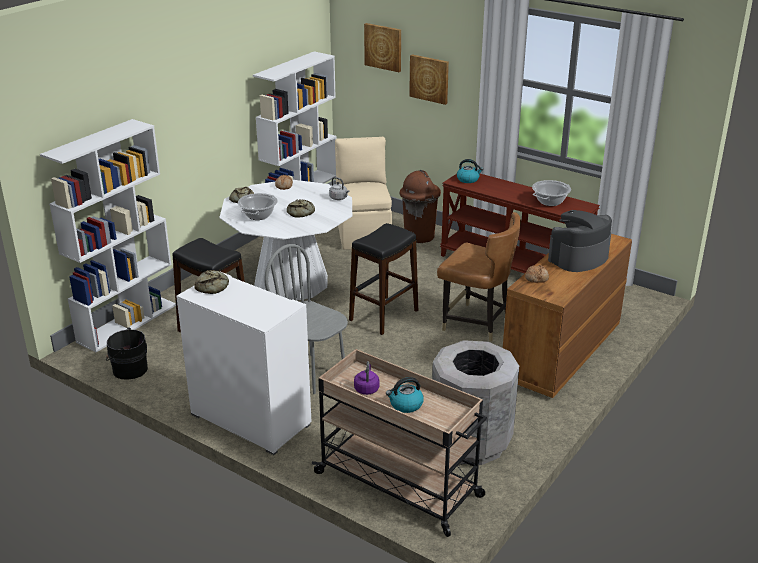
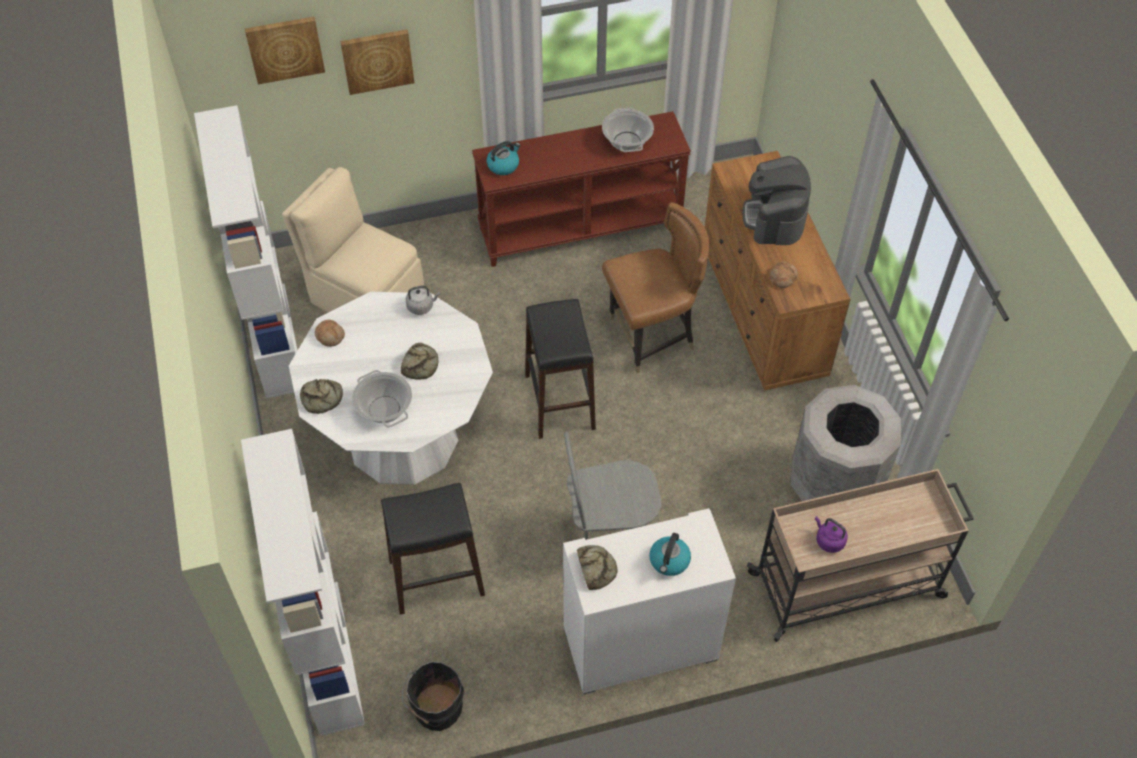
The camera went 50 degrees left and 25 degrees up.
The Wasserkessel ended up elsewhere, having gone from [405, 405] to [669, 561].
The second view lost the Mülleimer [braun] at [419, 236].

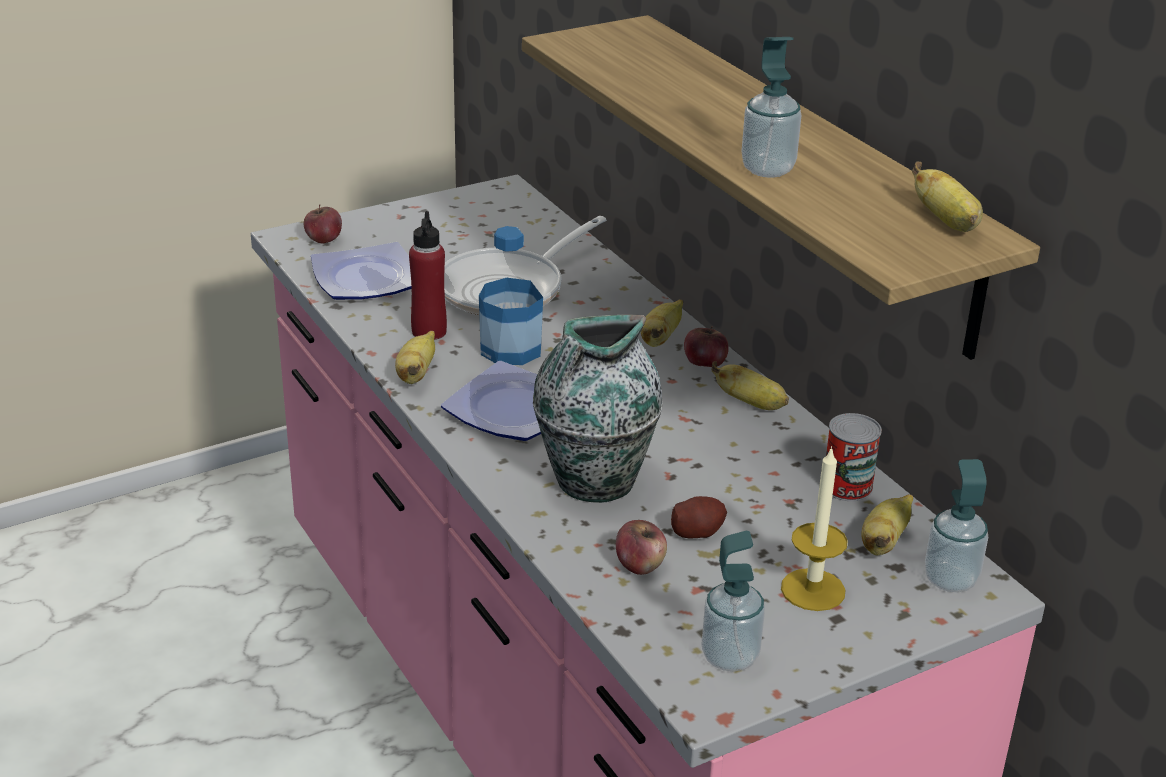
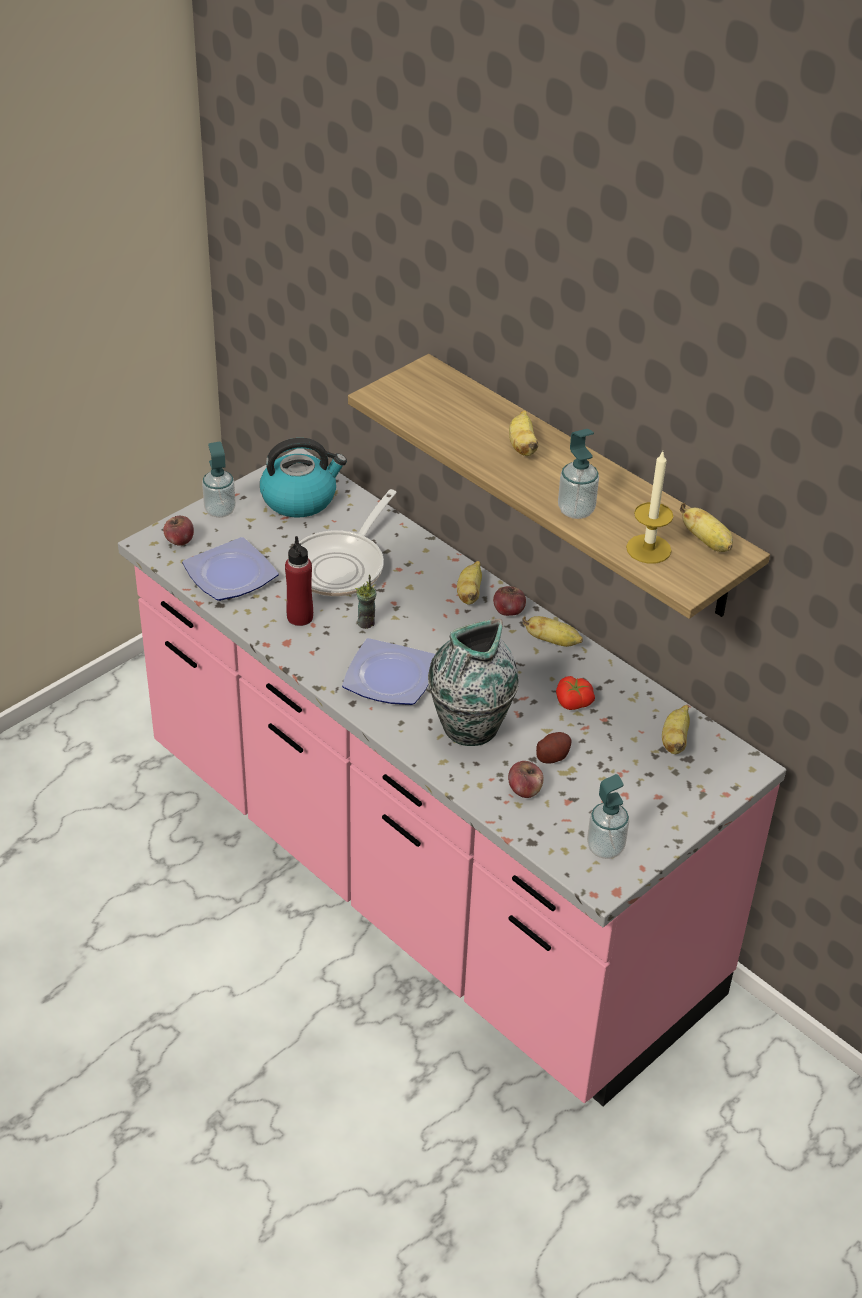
The camera went 15 degrees left and 10 degrees up.
The Banane ended up elsewhere, having gone from [416, 374] to [522, 446].
Where the Flasche stood at [511, 349], the Tasse came to stand at [366, 622].
The Kerze ended up elsewhere, having gone from [813, 590] to [648, 549].
The second view lost the Dose at [847, 486].
The Seifenspender ended up elsewhere, having gone from [950, 579] to [220, 510].
The second view gained the Wasserkessel at [300, 499].
The second view gained the Tomate at [573, 703].

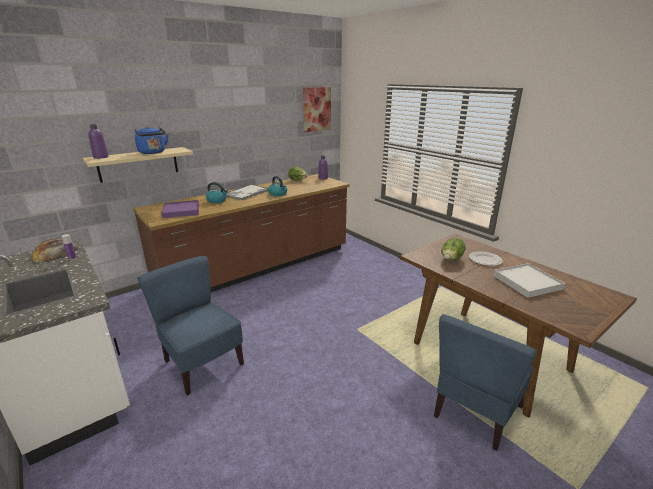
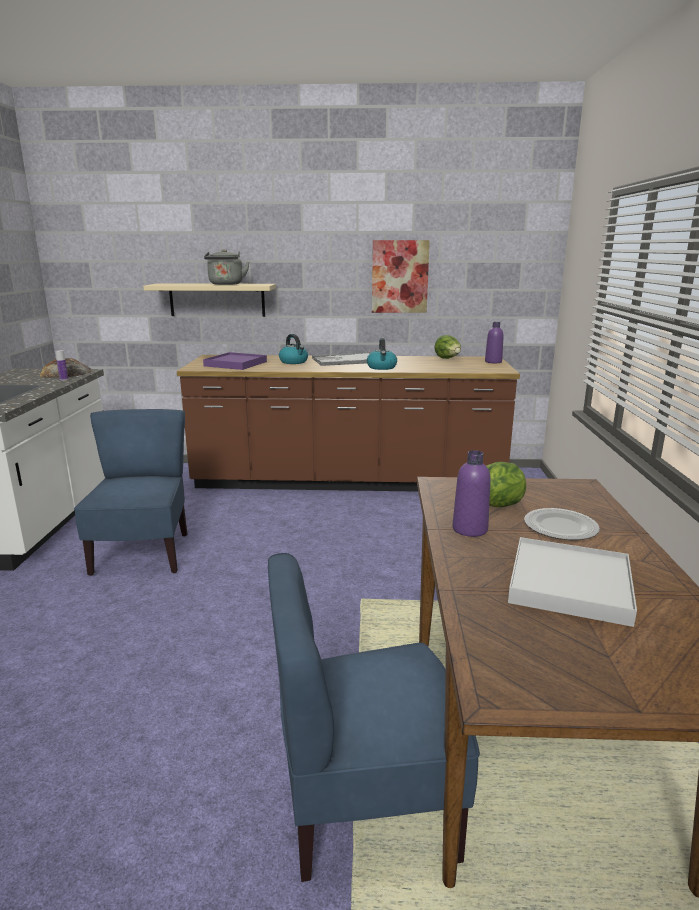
The camera went 40 degrees right and 5 degrees down.
The Flasche [lila] ended up elsewhere, having gone from [101, 157] to [470, 529].
What was the Wasserkessel [blau] at [153, 152] turned into the Wasserkessel [grau] at [226, 284].
The Bild ended up elsewhere, having gone from [316, 109] to [399, 276].

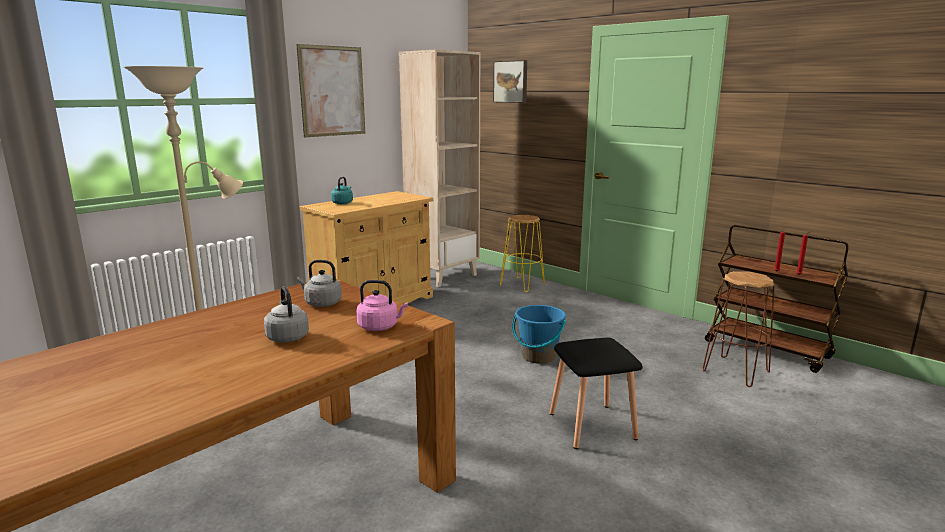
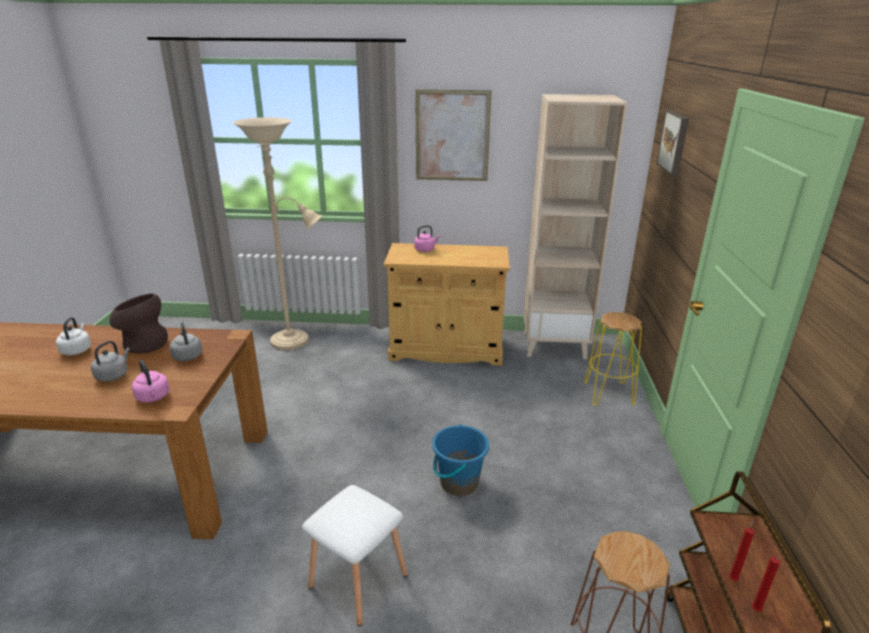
The camera went 50 degrees right and 10 degrees up.
What was the Wasserkessel [türkis] at [343, 203] turned into the Wasserkessel [rosa] at [425, 250].
What was the Hocker [schwarz] at [593, 426] turned into the Hocker [weiß] at [357, 582].
The second view gained the Wasserkessel [weiß] at [77, 350].
The second view gained the Vase [braun] at [143, 343].

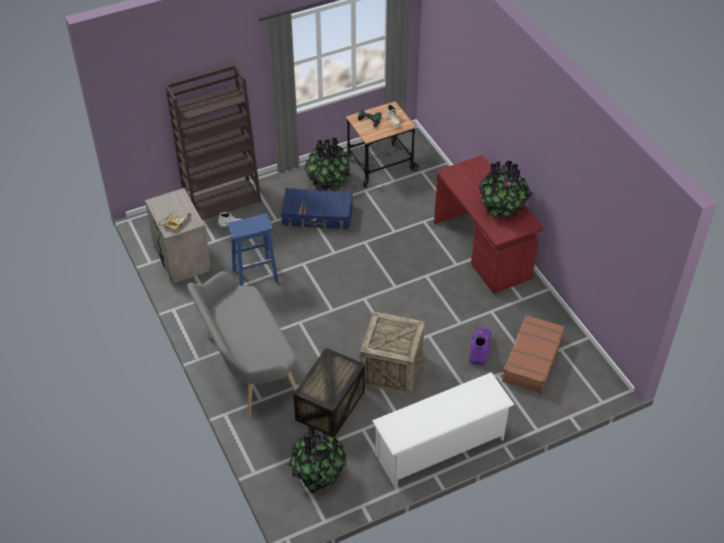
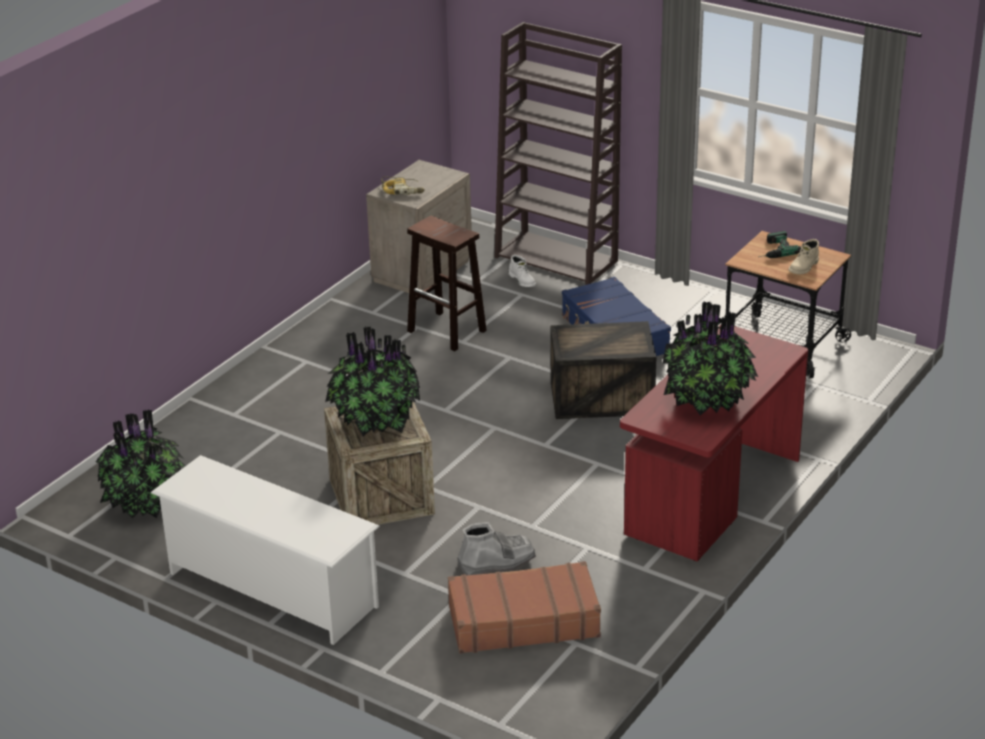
The camera went 60 degrees right and 15 degrees down.
The second view lost the Bank [grau] at [246, 368].
What was the Hocker [blau] at [256, 275] turned into the Hocker [braun] at [448, 331].
The Kiste ended up elsewhere, having gone from [330, 406] to [600, 398].
The Topfpflanze ended up elsewhere, having gone from [327, 181] to [375, 422].
What was the Stiefel [lila] at [480, 349] turned into the Stiefel [grau] at [496, 562].

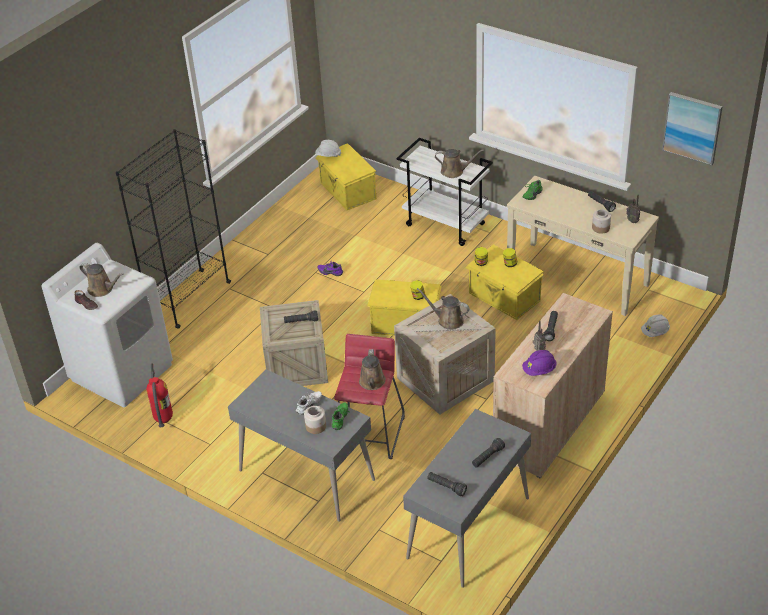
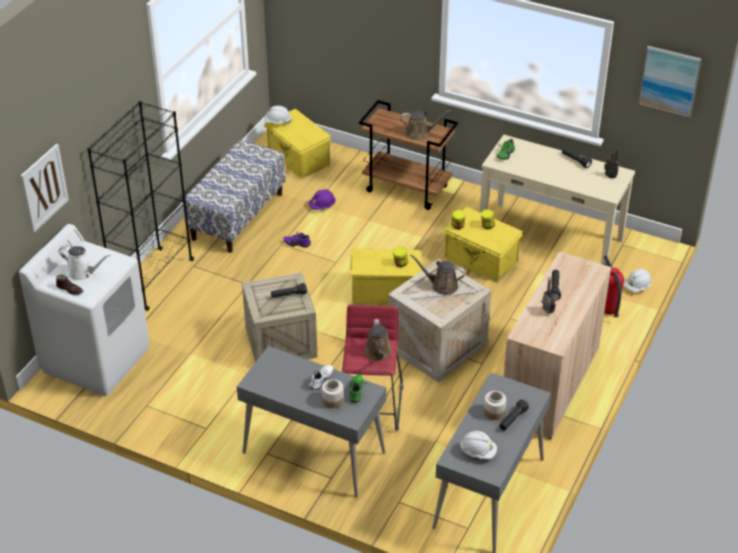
The camera went 10 degrees left and 0 degrees up.
What was the Gießkanne [braun] at [102, 289] turned into the Gießkanne [weiß] at [83, 272].
The Feuerlöscher ended up elsewhere, having gone from [163, 420] to [608, 312].
What was the Rollwagen [weiß] at [446, 225] turned into the Rollwagen [braun] at [407, 189].
Where the Taschenlampe [schwarz] stood at [446, 487], the Schutzhelm [weiß] came to stand at [478, 452].
The Schutzhelm [lila] ended up elsewhere, having gone from [539, 370] to [322, 206].
The Vorratsglas ended up elsewhere, having gone from [601, 228] to [494, 412].
The second view gained the Bild at [44, 187].
The second view gained the Bank at [237, 216].

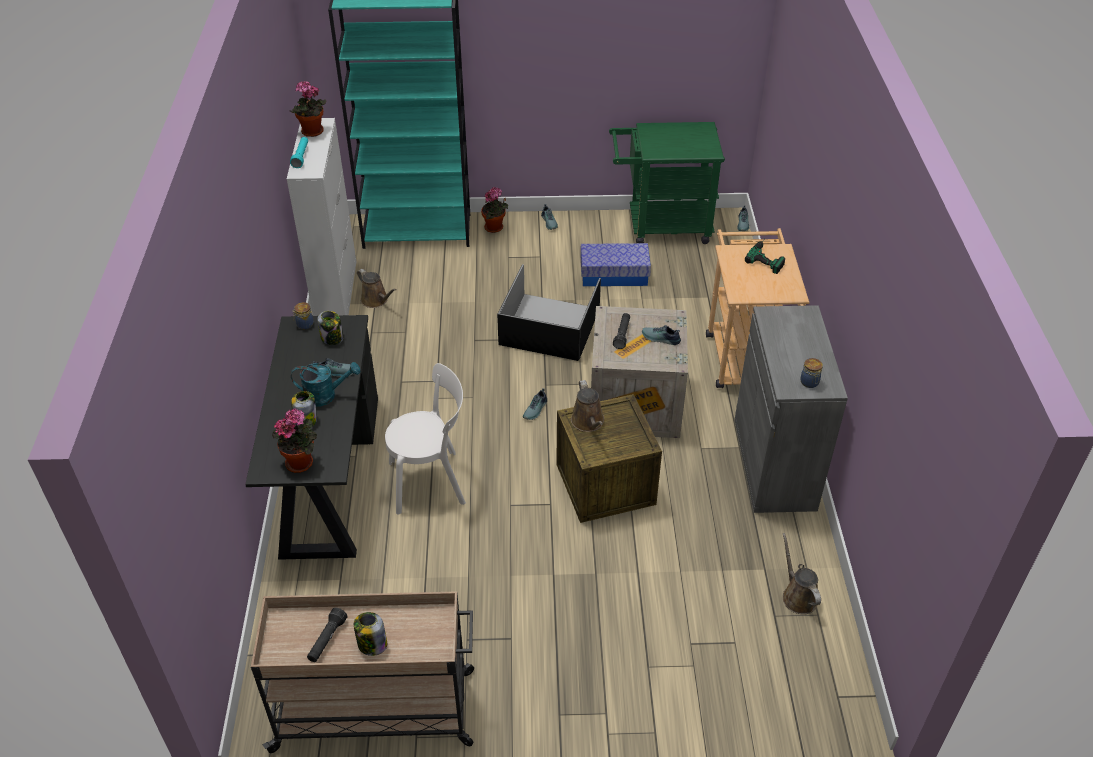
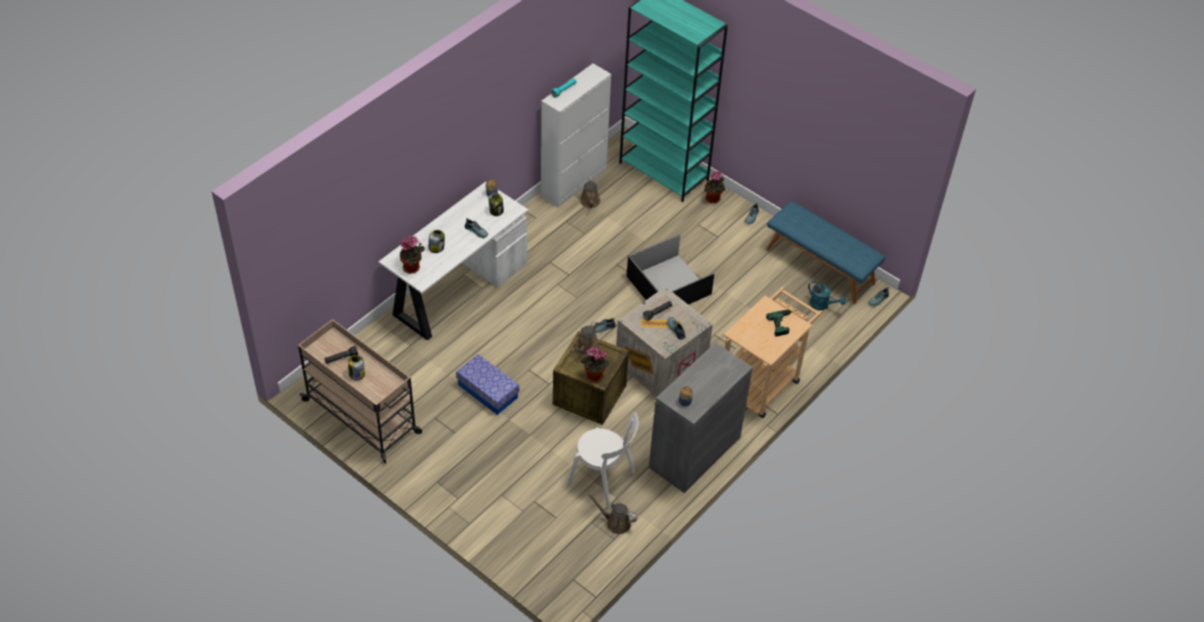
The camera went 40 degrees right and 5 degrees up.
What was the Schreibtisch [schwarz] at [328, 477] turned into the Schreibtisch [weiß] at [457, 289].
The Topfpflanze ended up elsewhere, having gone from [312, 133] to [593, 377].
The Gießkanne [türkis] ended up elsewhere, having gone from [326, 395] to [822, 305].
The Stuhl [weiß] ended up elsewhere, having gone from [431, 481] to [604, 480].
The Aufbewahrungsbox ended up elsewhere, having gone from [614, 275] to [488, 391].
Where the Rollwagen [grün] stood at [661, 226], the Bank [blau] came to stand at [820, 266].
The Gießkanne [braun] at [797, 596] ended up facing another way, 90 degrees counterclockwise from before.

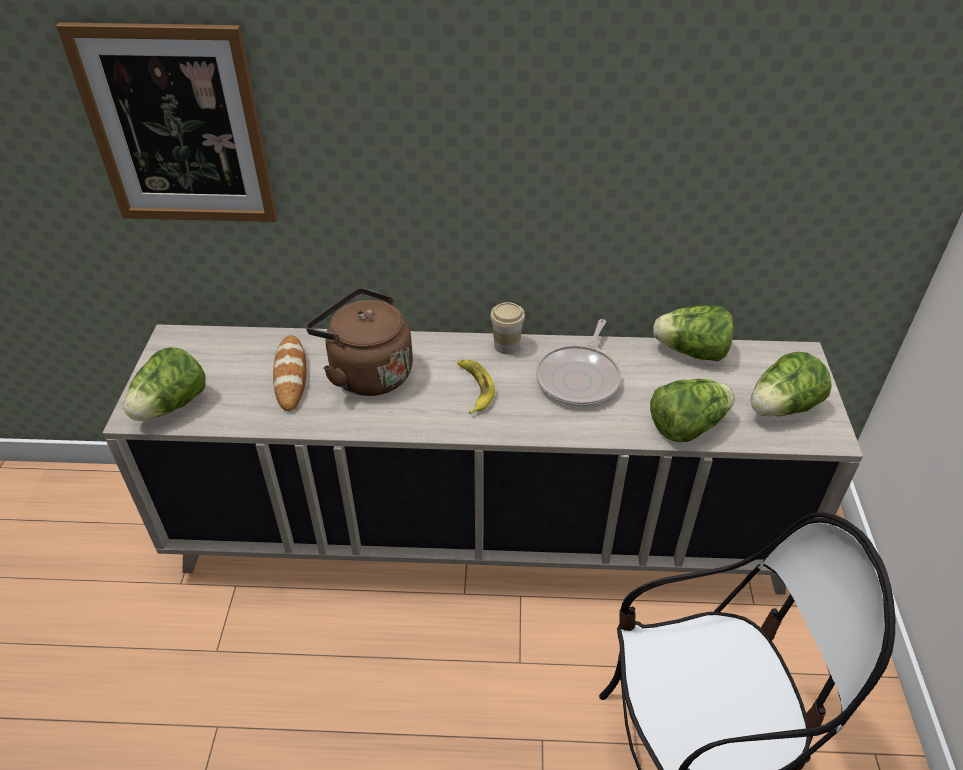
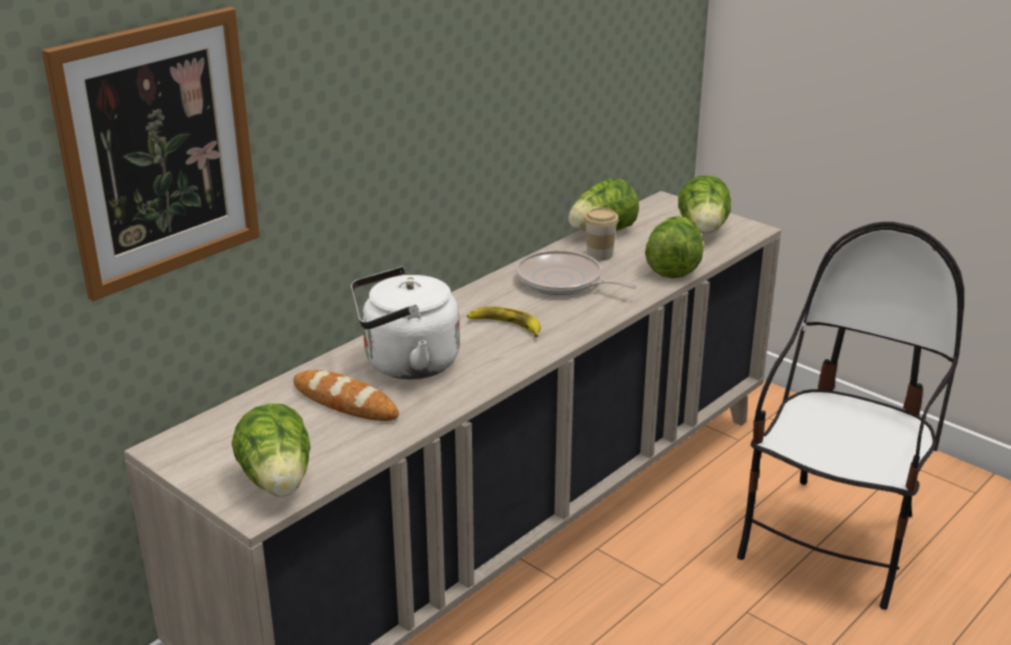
The camera went 50 degrees left and 15 degrees down.
What was the Wasserkessel [braun] at [367, 372] turned into the Wasserkessel [weiß] at [405, 364].
The Tasse ended up elsewhere, having gone from [506, 346] to [599, 255].
The Pfanne at [579, 378] ended up facing another way, 150 degrees clockwise from before.

